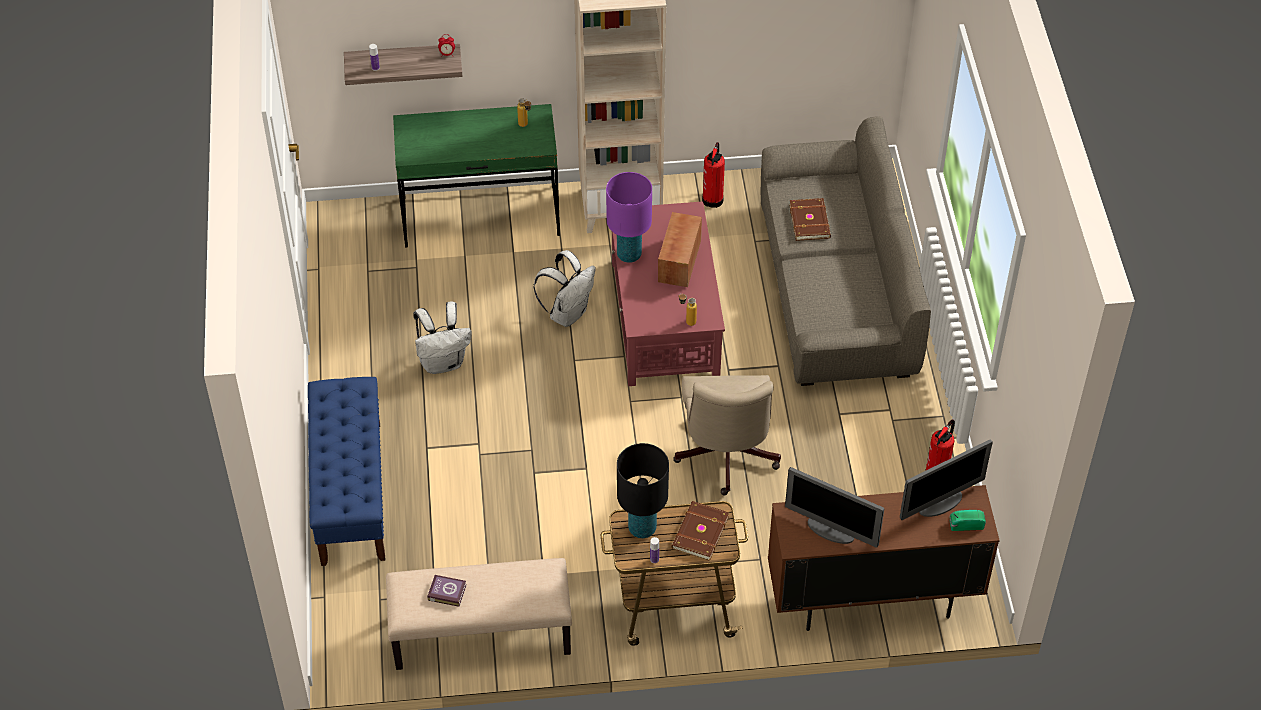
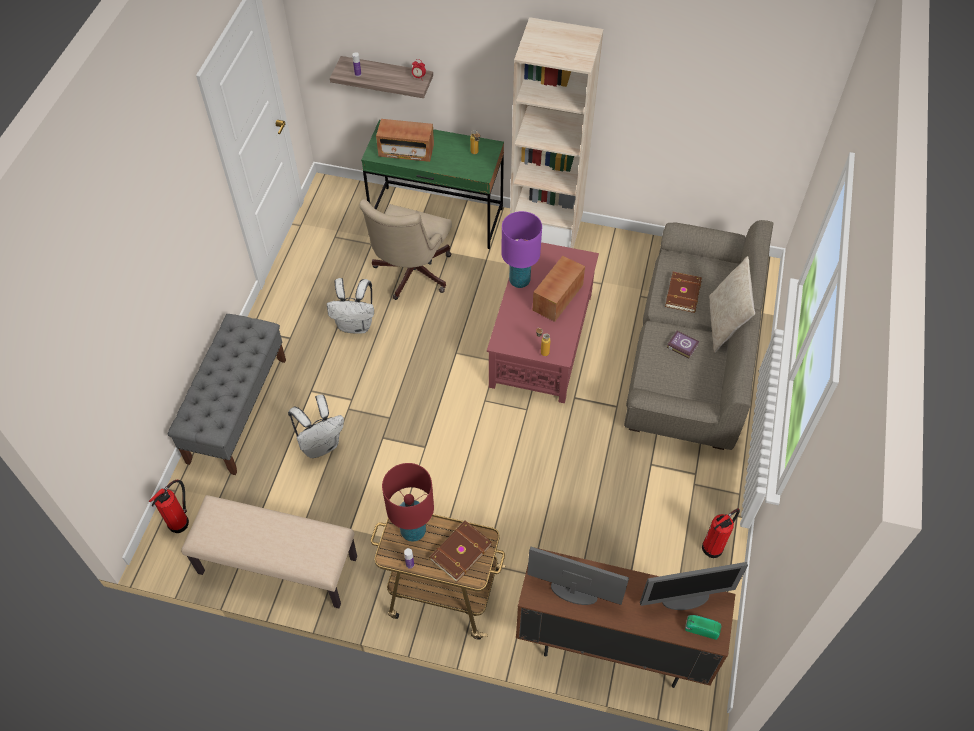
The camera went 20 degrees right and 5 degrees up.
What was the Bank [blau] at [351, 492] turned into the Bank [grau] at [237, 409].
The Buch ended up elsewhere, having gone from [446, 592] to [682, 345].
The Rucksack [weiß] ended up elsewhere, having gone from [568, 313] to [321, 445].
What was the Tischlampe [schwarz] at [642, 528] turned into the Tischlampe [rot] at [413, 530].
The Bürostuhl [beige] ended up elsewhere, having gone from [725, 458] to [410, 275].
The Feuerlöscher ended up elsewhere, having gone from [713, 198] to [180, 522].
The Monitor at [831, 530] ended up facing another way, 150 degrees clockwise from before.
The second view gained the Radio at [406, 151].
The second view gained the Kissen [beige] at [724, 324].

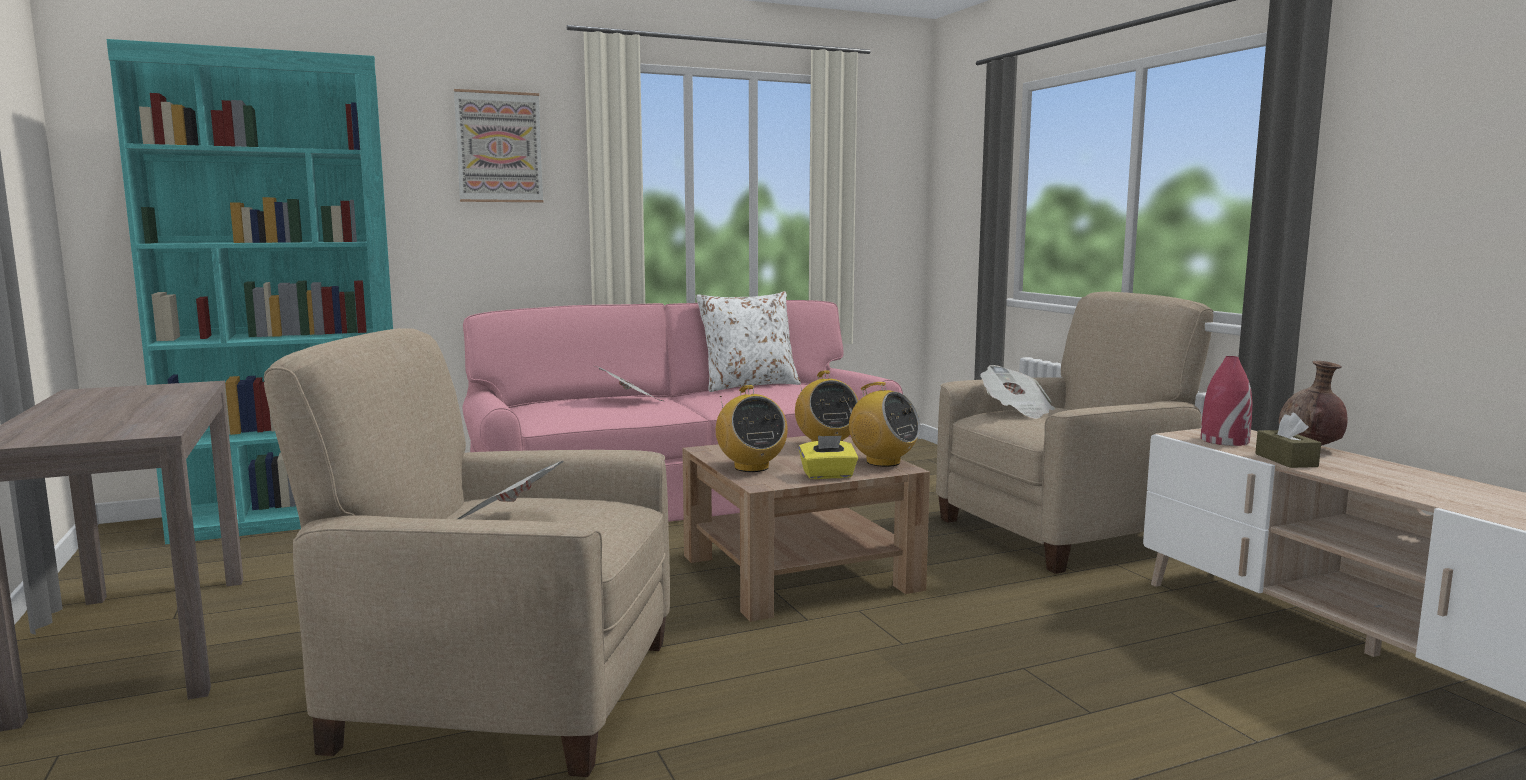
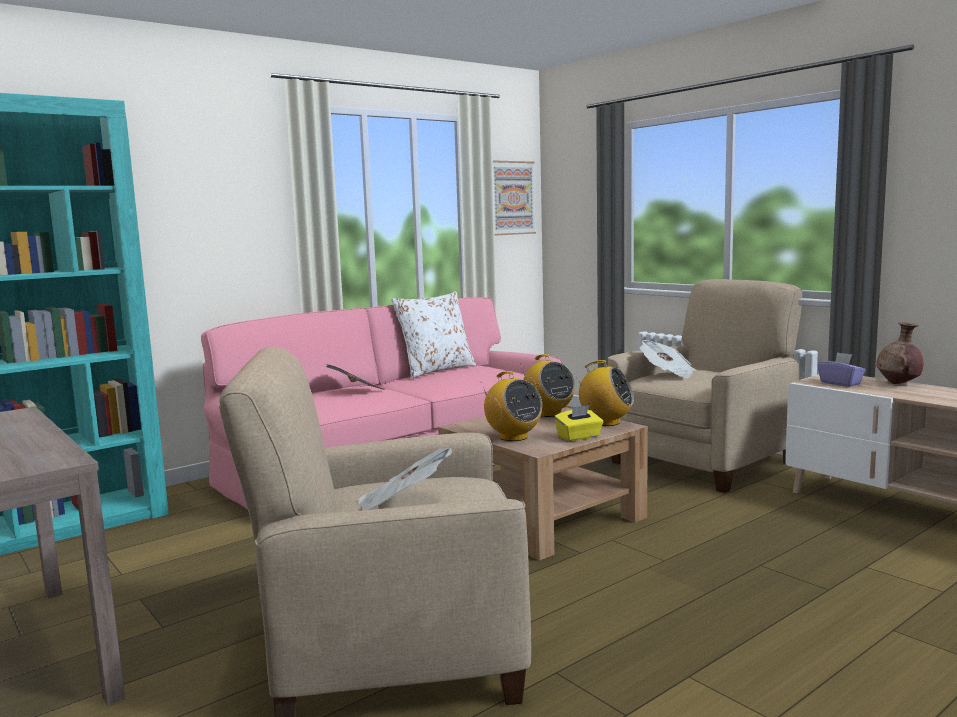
The camera went 15 degrees left and 0 degrees up.
The Bild ended up elsewhere, having gone from [499, 147] to [512, 198].
Where the Vase [rot] stood at [1224, 440], the Taschentuchbox [lila] came to stand at [840, 383].
The second view lost the Taschentuchbox [braun] at [1286, 460].

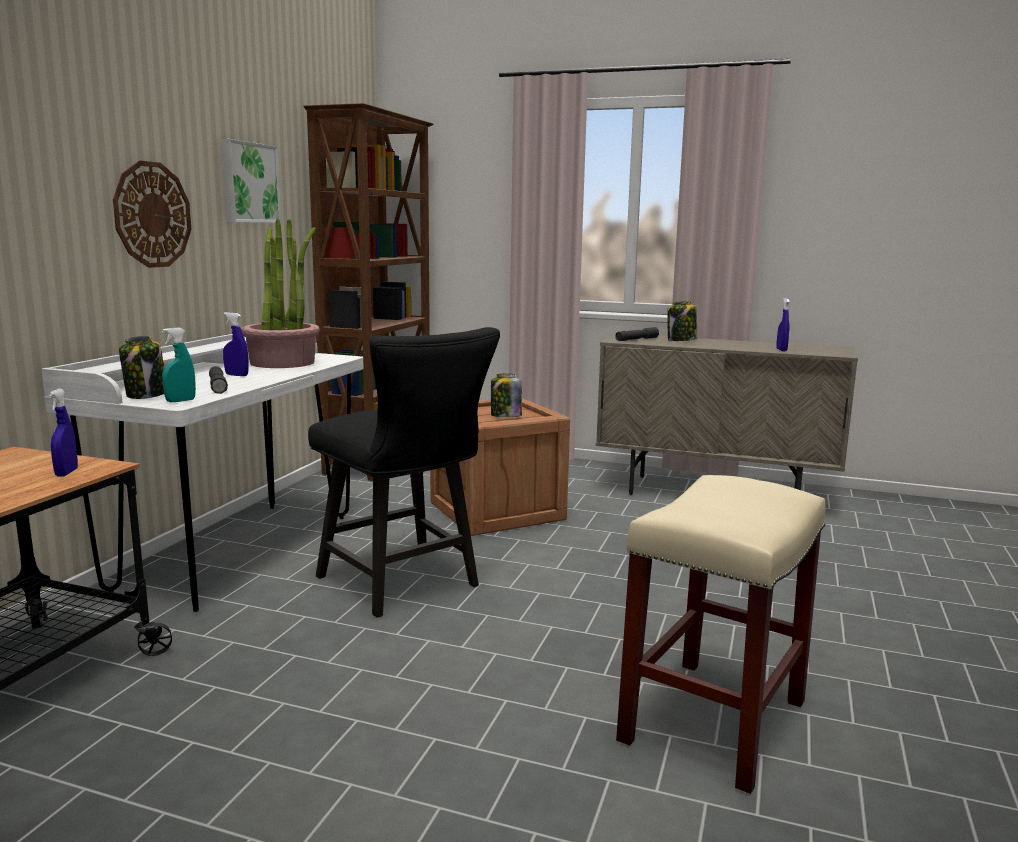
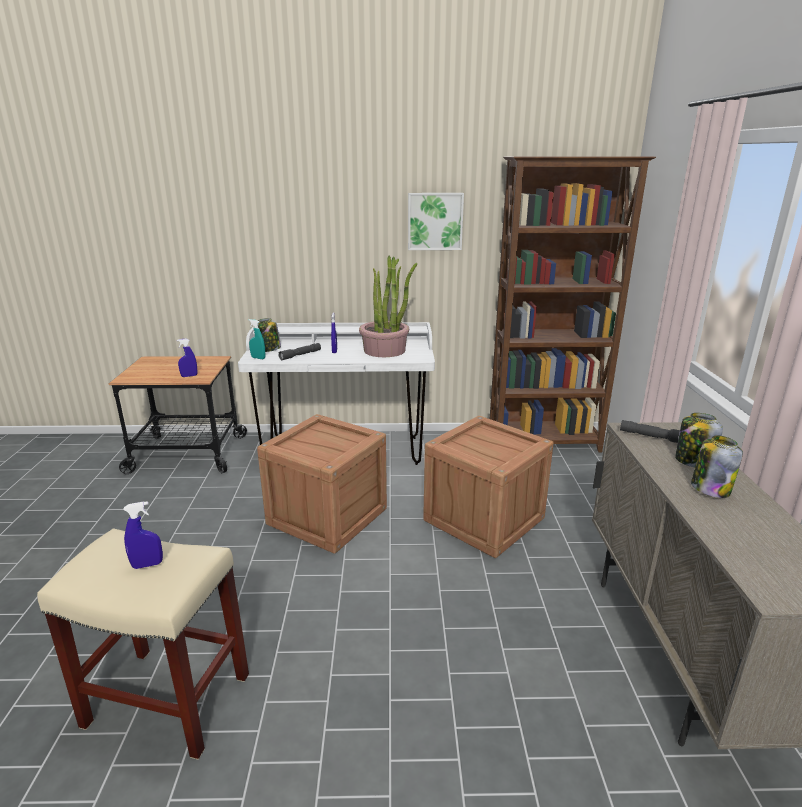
The camera went 70 degrees right and 10 degrees up.
The second view lost the Wanduhr at [152, 215].
Where the Stuhl [schwarz] stood at [405, 585], the Kiste came to stand at [327, 516].
The Vorratsglas ended up elsewhere, having gone from [505, 416] to [710, 488].
The Sprühflasche [blau] ended up elsewhere, having gone from [781, 350] to [147, 565].

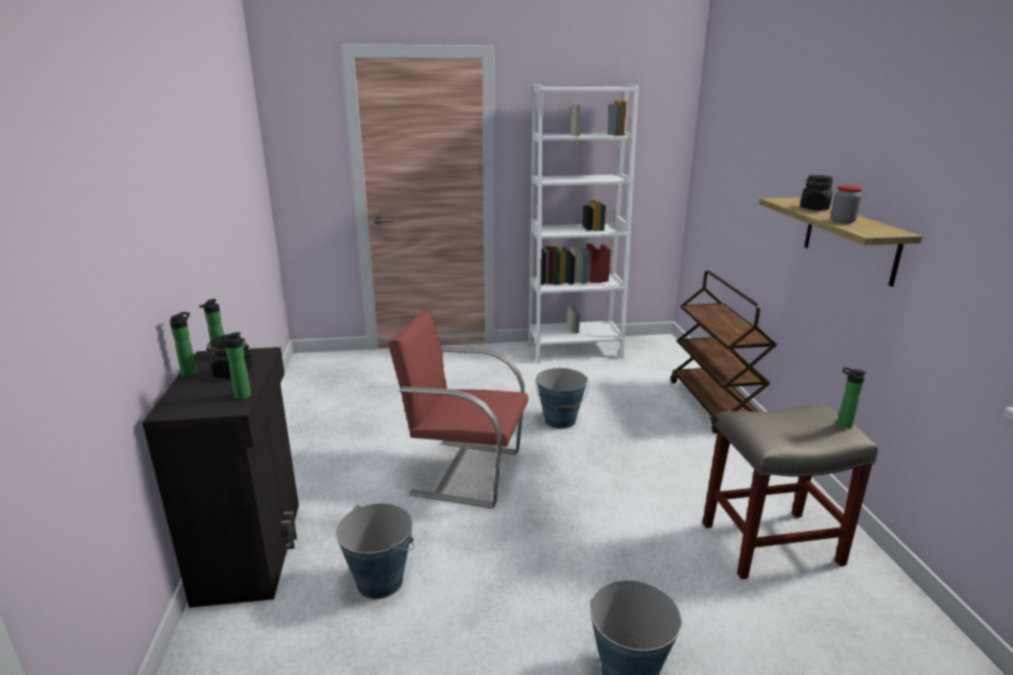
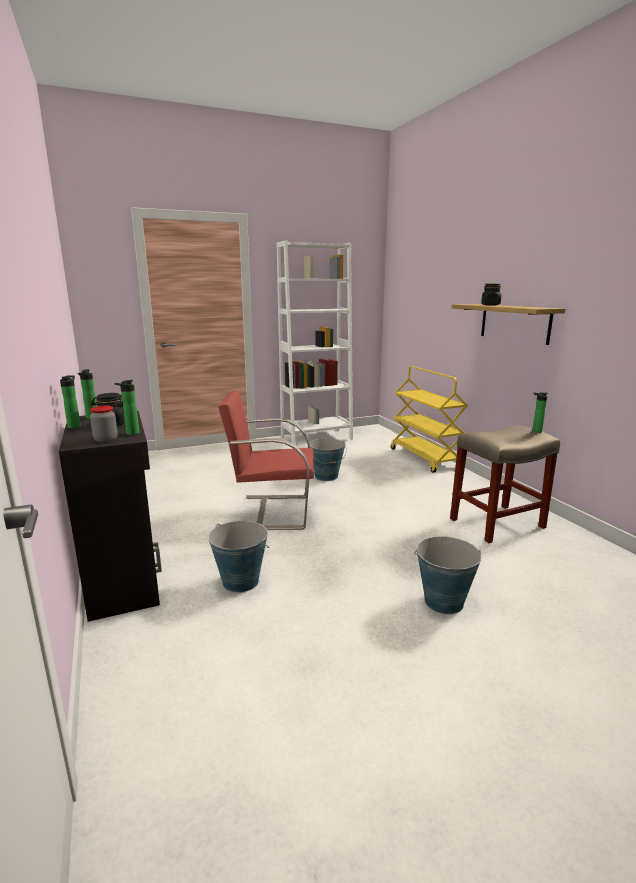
The camera went 15 degrees left and 5 degrees down.
What was the Rollwagen [braun] at [714, 405] turned into the Rollwagen [gelb] at [425, 458].
The Vorratsglas ended up elsewhere, having gone from [842, 221] to [106, 439].

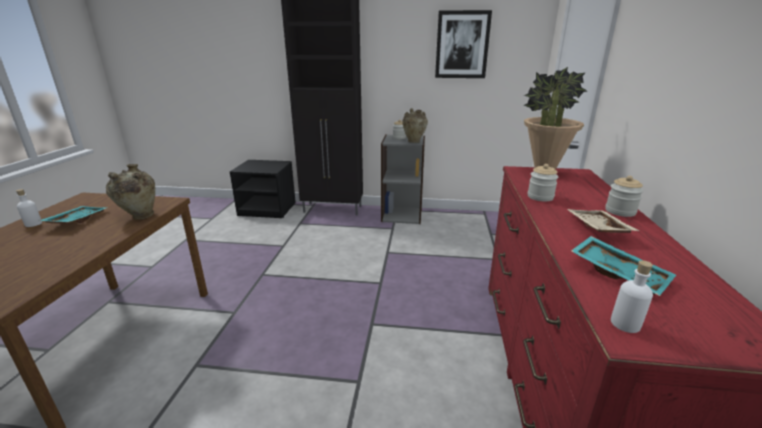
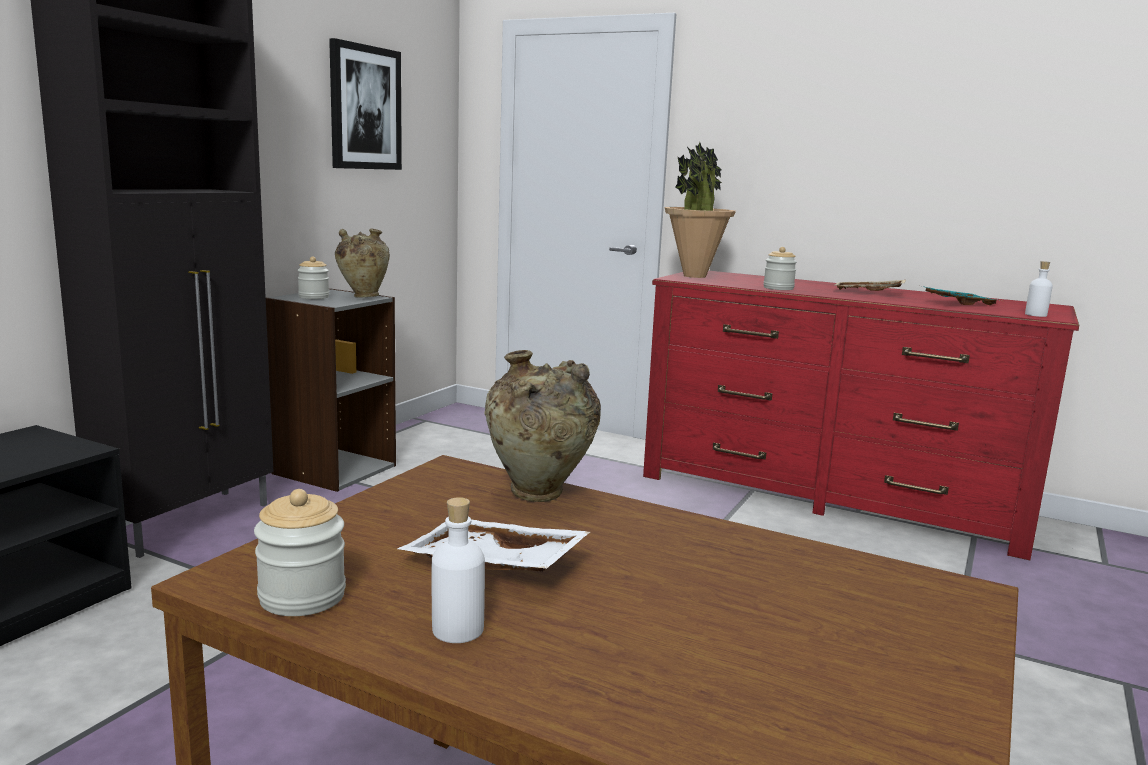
The camera went 70 degrees left and 10 degrees down.
What was the Tablett [türkis] at [76, 220] turned into the Tablett [weiß] at [492, 566].
The Vorratsglas ended up elsewhere, having gone from [620, 211] to [302, 597].

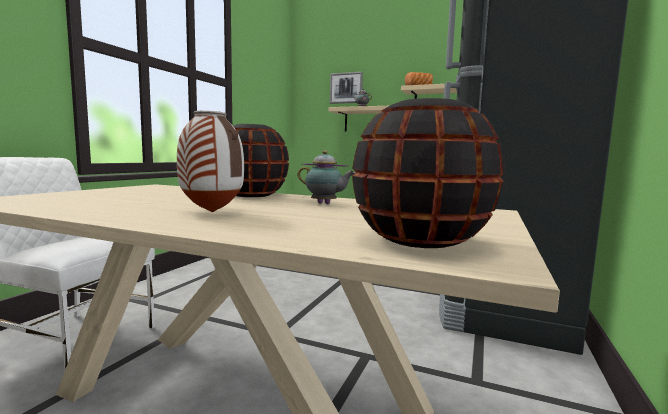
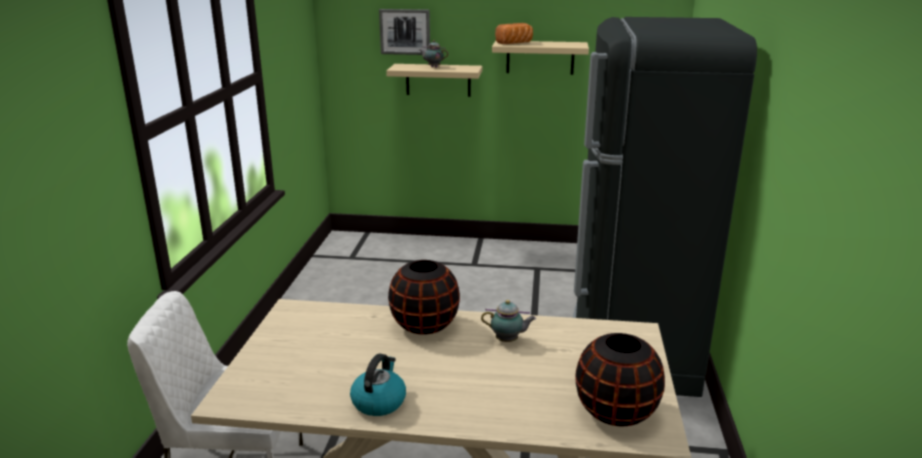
The camera went 15 degrees left and 15 degrees up.
The second view lost the Vase at [211, 212].
The second view gained the Wasserkessel at [379, 401].

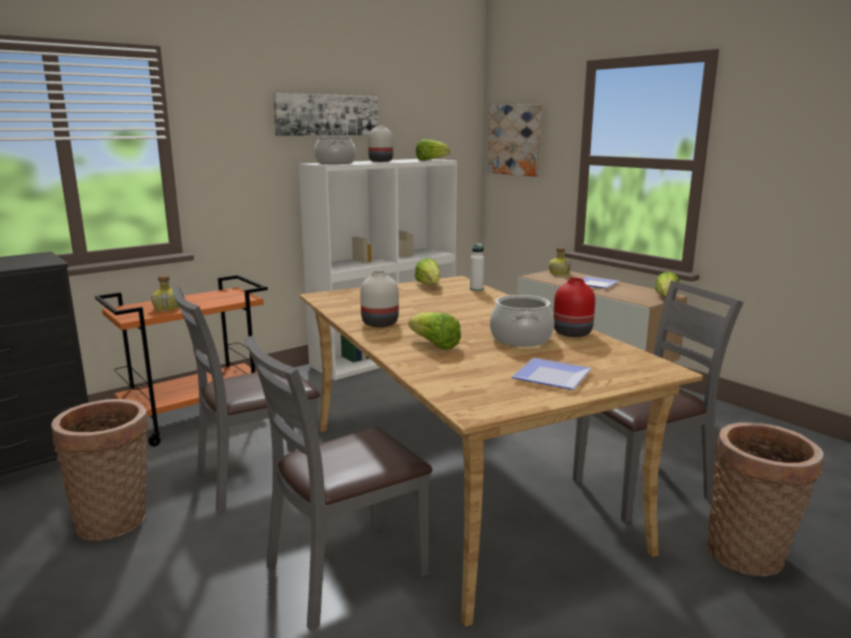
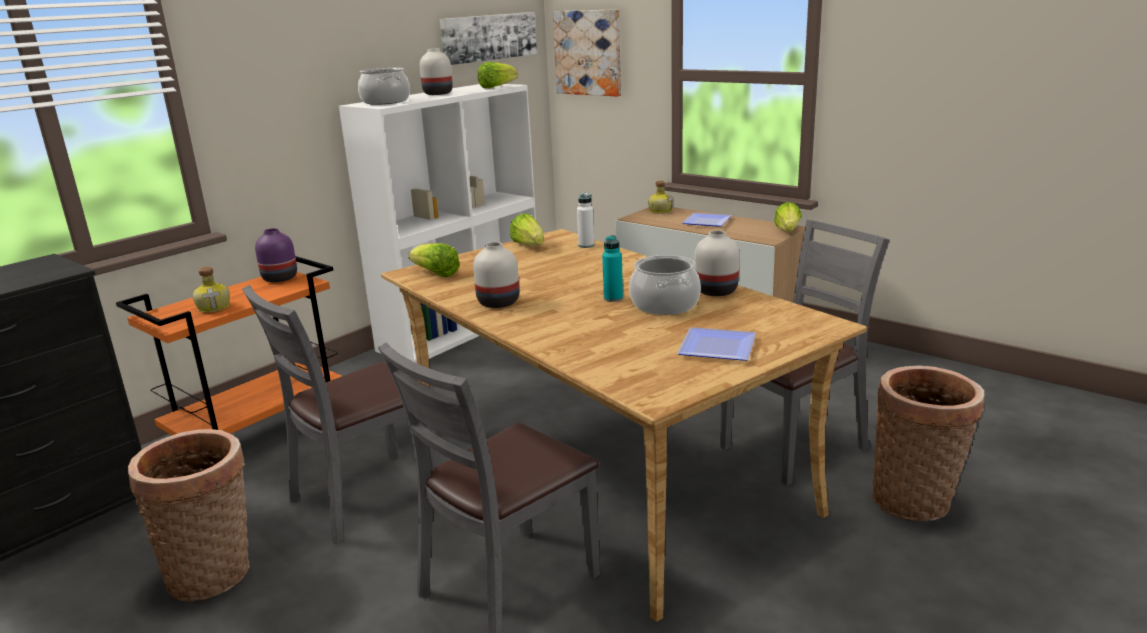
The camera went 10 degrees left and 5 degrees up.
The Bild ended up elsewhere, having gone from [327, 115] to [488, 37].
The Salatkopf ended up elsewhere, having gone from [434, 345] to [436, 274].
What was the Vase [rot] at [571, 333] turned into the Vase [weiß] at [715, 291].
The second view gained the Vase [lila] at [279, 278].
The second view gained the Flasche [türkis] at [613, 298].

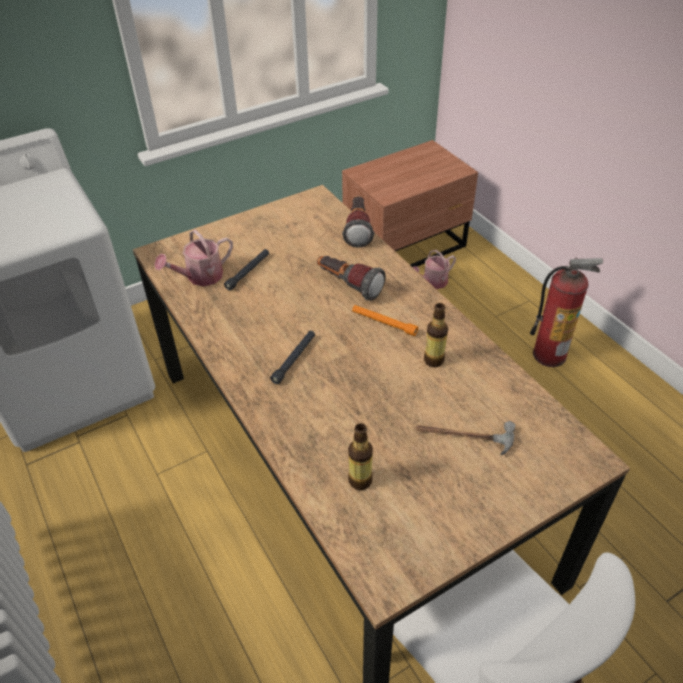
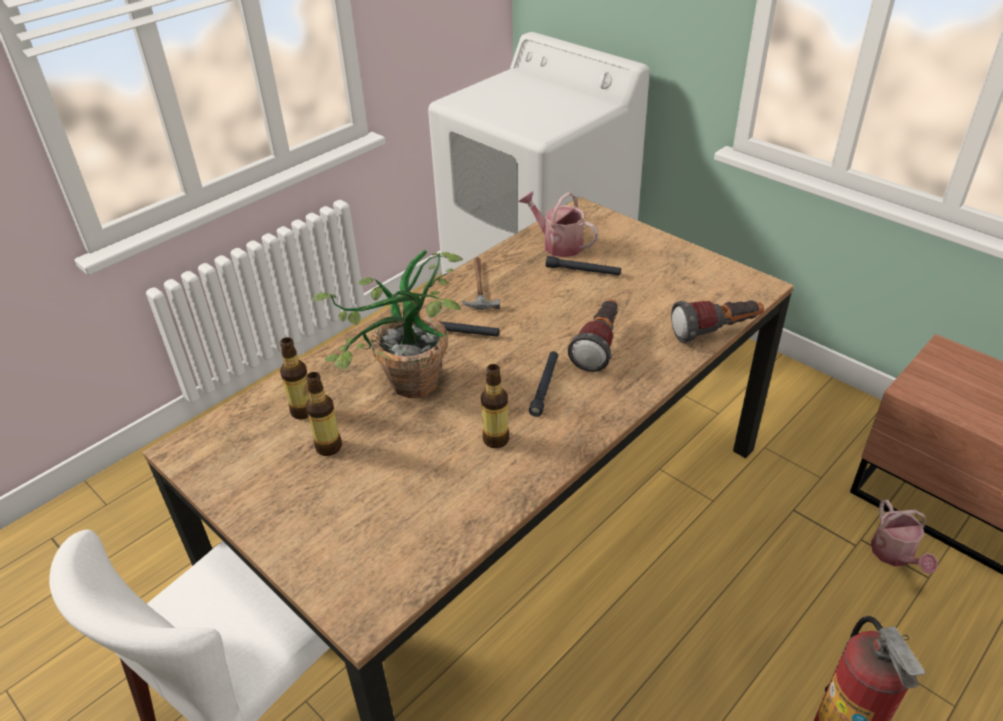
The camera went 75 degrees right and 5 degrees down.
What was the Taschenlampe [orange] at [384, 323] turned into the Taschenlampe [schwarz] at [545, 386].
The Gießkanne at [432, 282] ended up facing another way, 135 degrees counterclockwise from before.
The Hammer ended up elsewhere, having gone from [464, 436] to [479, 285].
The second view gained the Flasche at [328, 447].
The second view gained the Topfpflanze at [406, 391].

